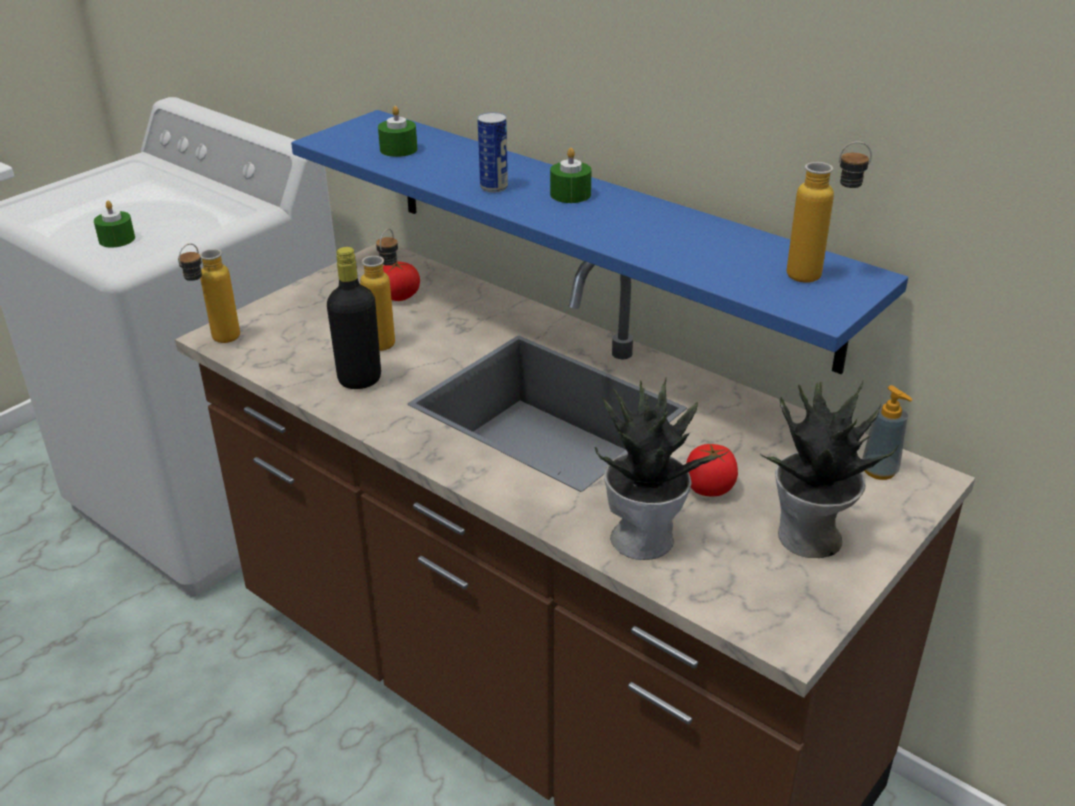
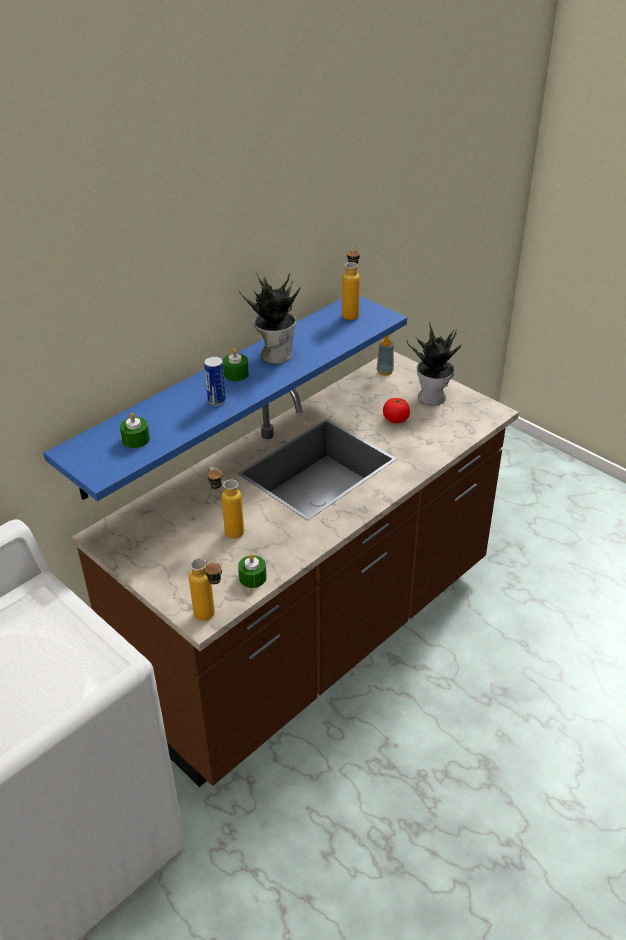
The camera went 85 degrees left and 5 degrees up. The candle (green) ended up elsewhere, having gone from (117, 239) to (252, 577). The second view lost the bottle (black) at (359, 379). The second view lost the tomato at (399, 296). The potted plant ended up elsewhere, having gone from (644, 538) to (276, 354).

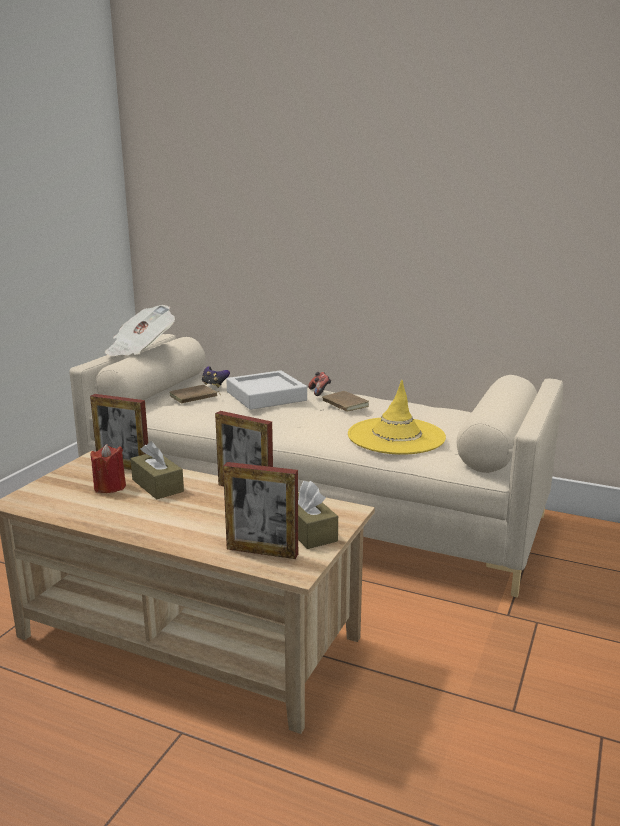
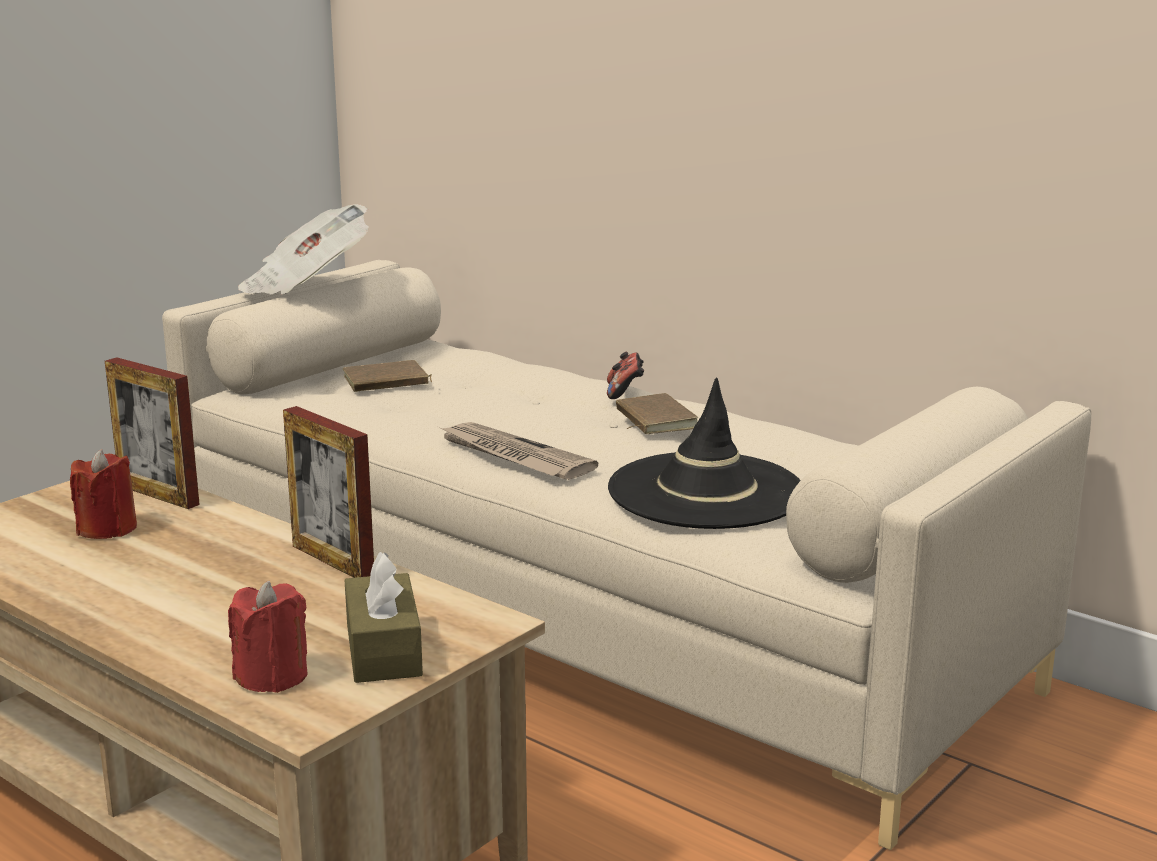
The camera went 15 degrees right and 0 degrees up. The second view lost the game controller at (214, 385). The second view lost the tray (grey) at (266, 396). What was the hat (yellow) at (396, 436) turned into the hat (black) at (706, 491). The second view lost the tissue box (brown) at (157, 485). Where the picture frame stood at (262, 551), the candle (red) came to stand at (272, 676). The second view gained the newspaper at (513, 456).

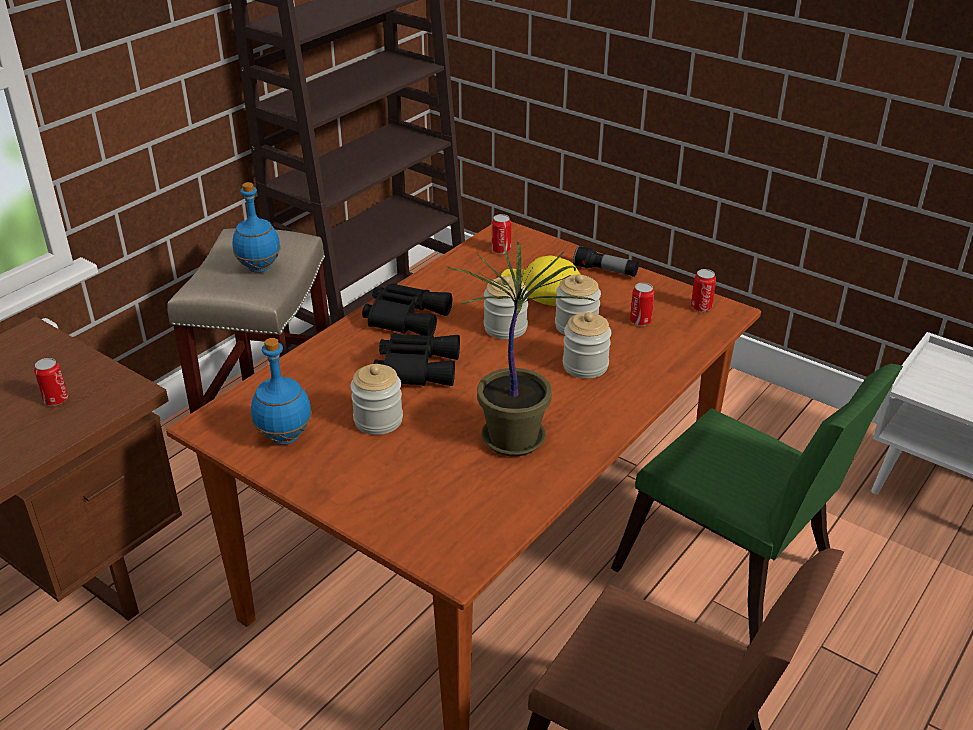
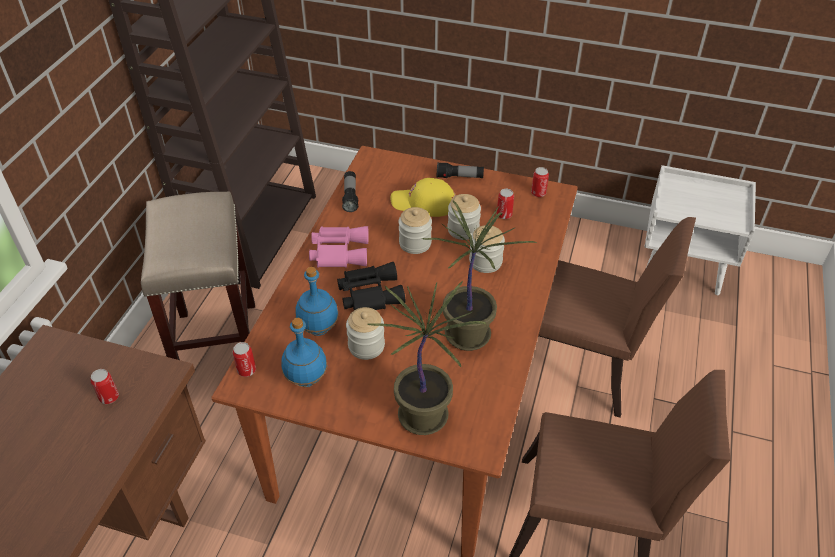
The camera went 20 degrees left and 10 degrees up. The bottle (blue) ended up elsewhere, having gone from (260, 268) to (319, 328). The can ended up elsewhere, having gone from (501, 250) to (246, 370). What was the binoculars (black) at (406, 316) turned into the binoculars (pink) at (339, 251). What was the chair (green) at (732, 577) turned into the chair (brown) at (583, 366). The second view gained the flashlight at (350, 196). The second view gained the potted plant at (425, 415).

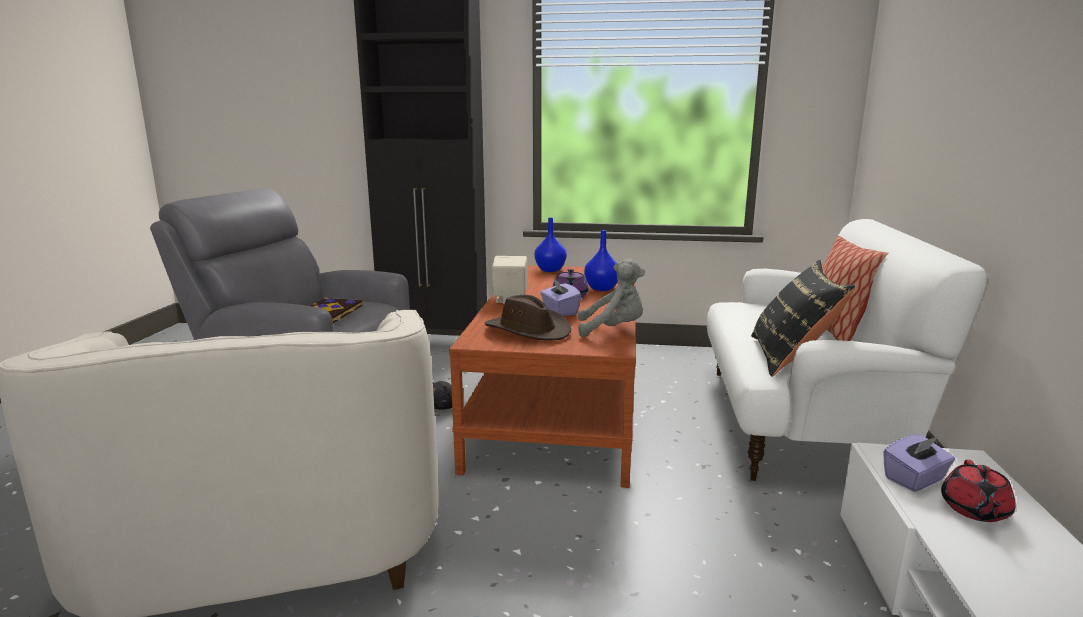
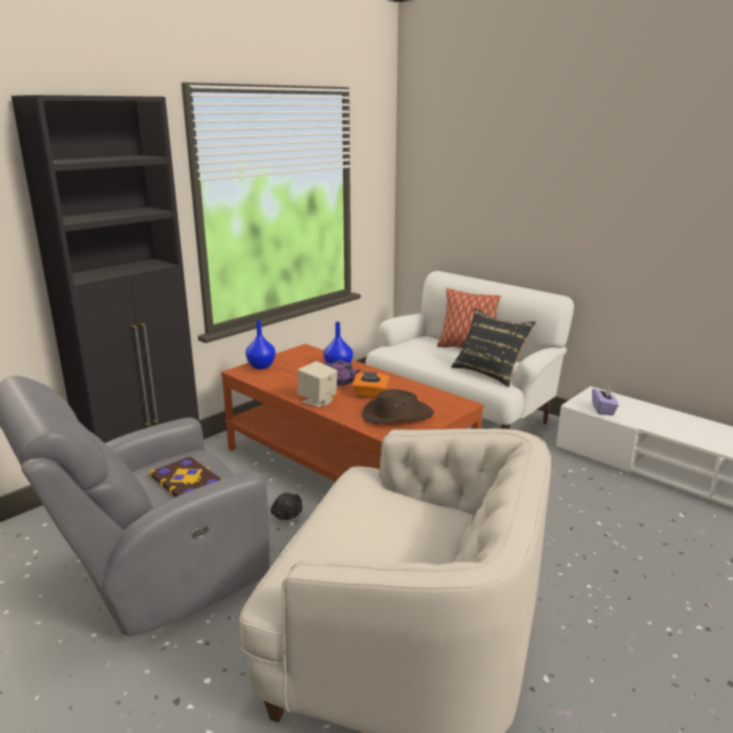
The camera went 55 degrees left and 5 degrees up. The second view lost the plush toy (grey) at (613, 330). What was the tissue box (purple) at (559, 311) turned into the tissue box (orange) at (370, 395). The second view lost the teapot (red) at (974, 510).

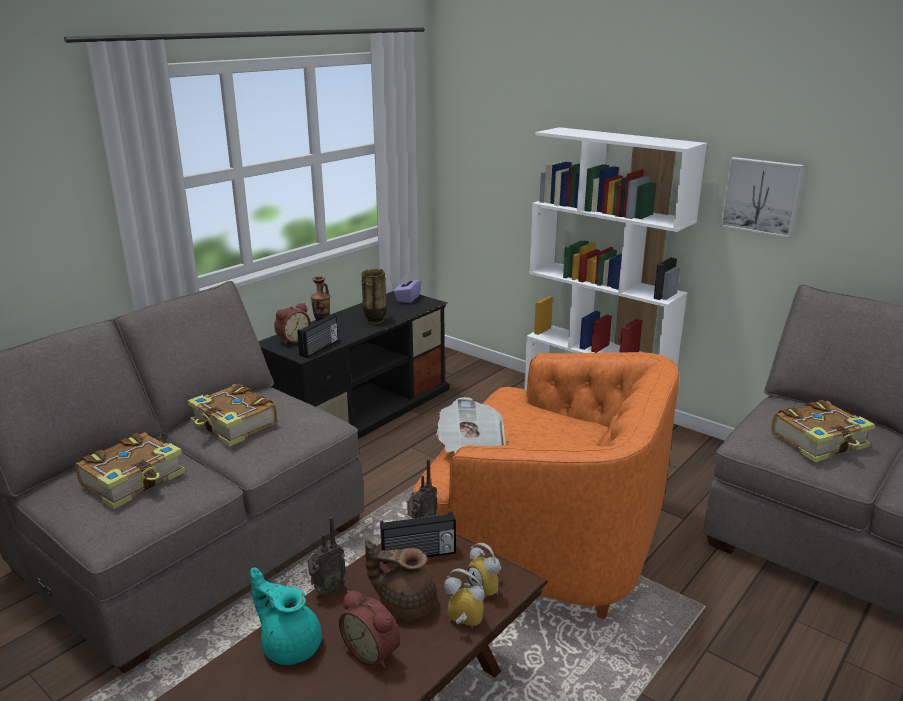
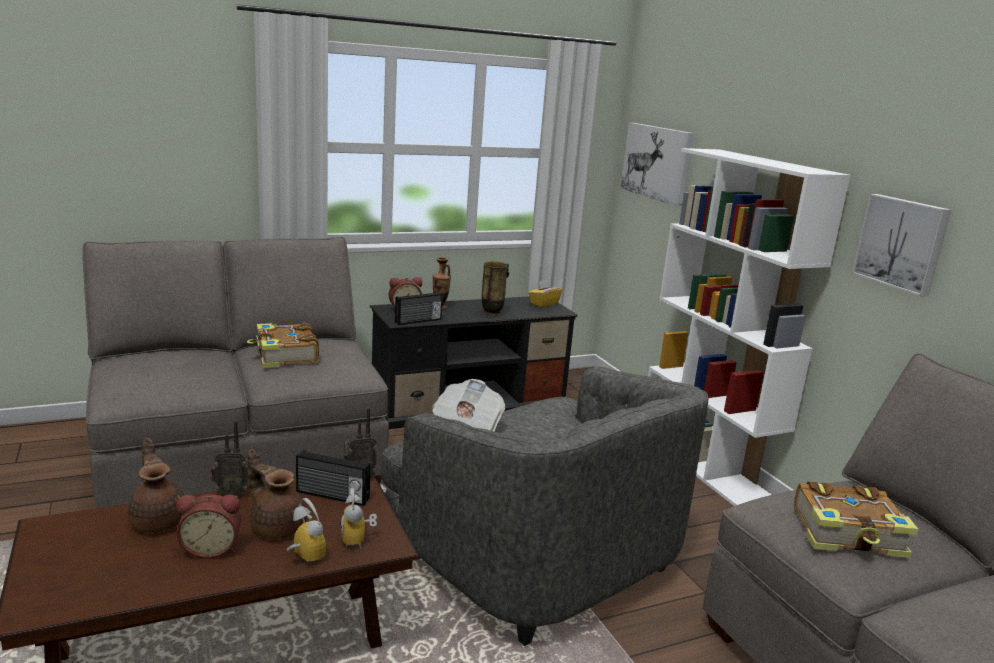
The camera went 25 degrees right and 5 degrees down. What was the tissue box (purple) at (407, 298) turned into the tissue box (yellow) at (543, 304). What was the armchair (orange) at (546, 539) turned into the armchair (grey) at (537, 557). The second view lost the book at (134, 480). What was the teapot (turquoise) at (290, 645) turned into the teapot (brown) at (159, 520). The alarm clock at (373, 651) ended up facing another way, 75 degrees counterclockwise from before. The second view gained the picture at (657, 162).

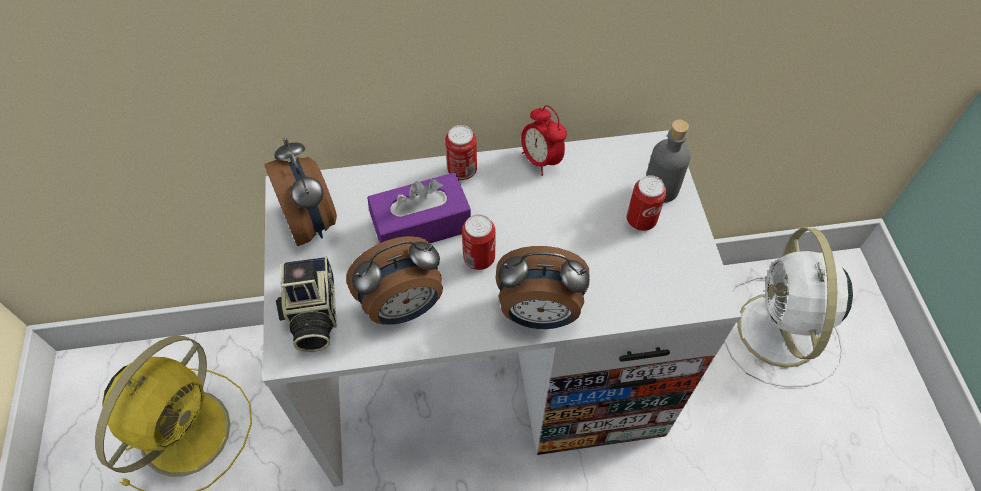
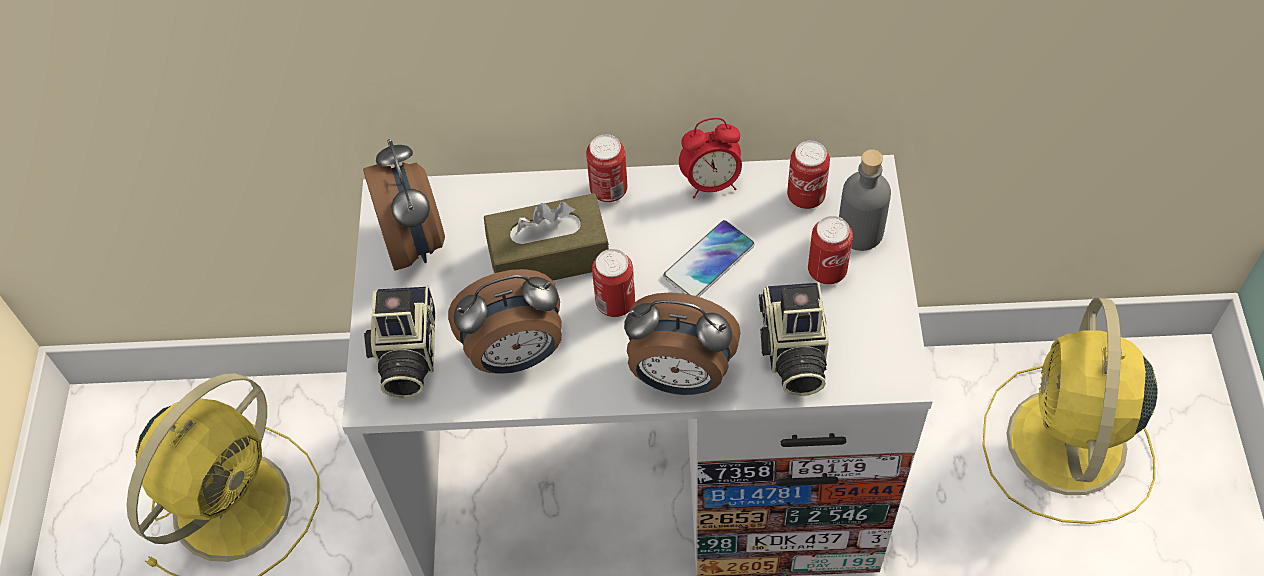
The camera went 10 degrees right and 0 degrees up. The alarm clock at (541, 160) ended up facing another way, 75 degrees counterclockwise from before. What was the tissue box (purple) at (421, 225) turned into the tissue box (brown) at (549, 256). What was the fan (white) at (779, 333) turned into the fan (yellow) at (1066, 447). The second view gained the can at (806, 196). The second view gained the phone at (709, 261). The second view gained the photo camera at (792, 352).

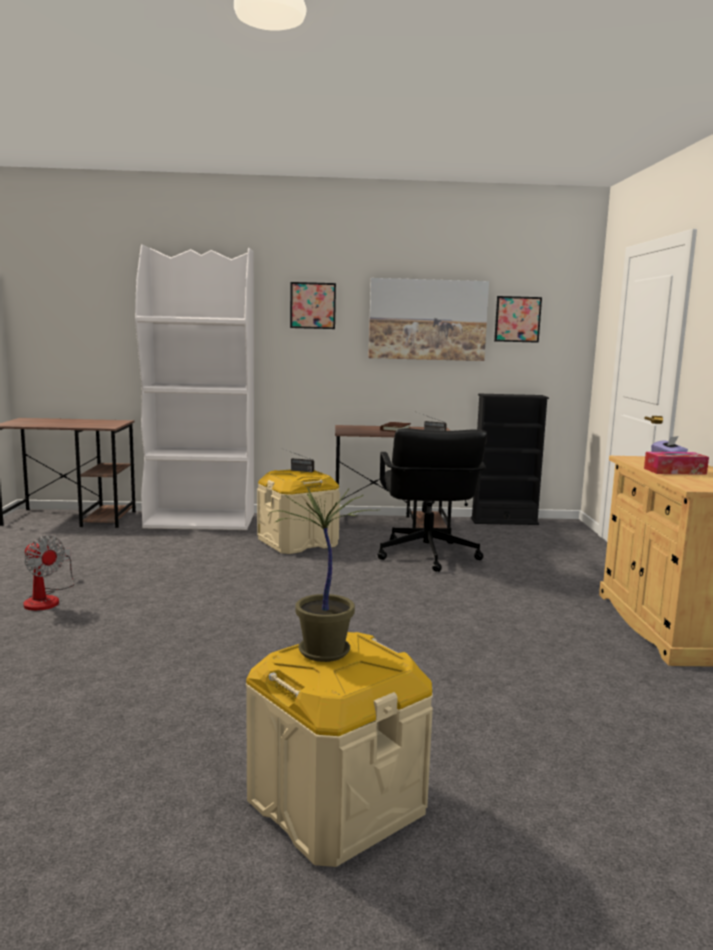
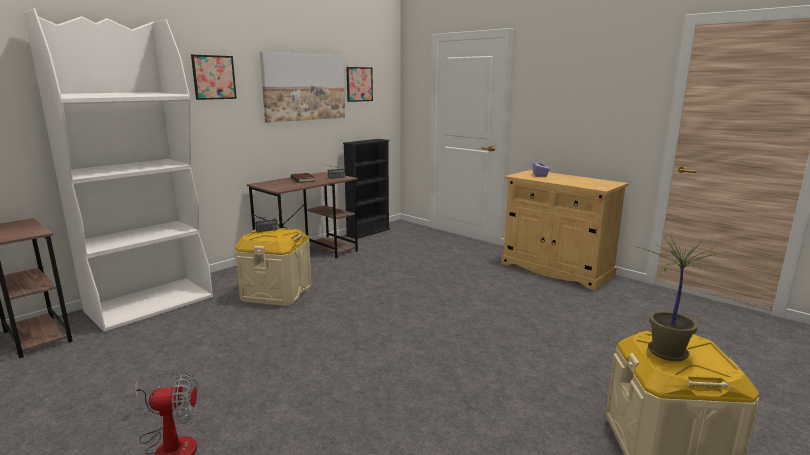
The camera went 45 degrees left and 5 degrees up. The second view lost the office chair (black) at (426, 555). The second view lost the tissue box at (674, 471).

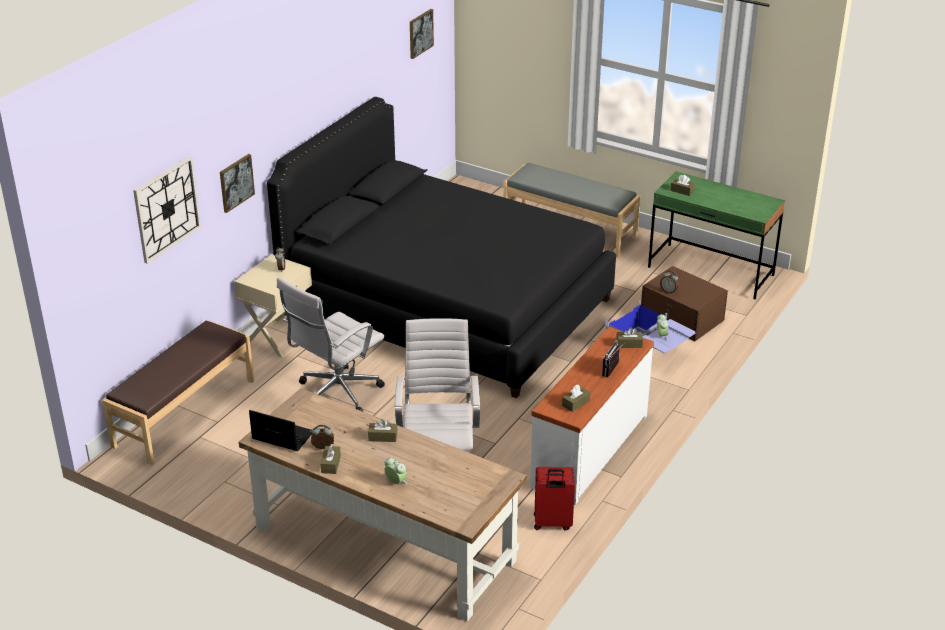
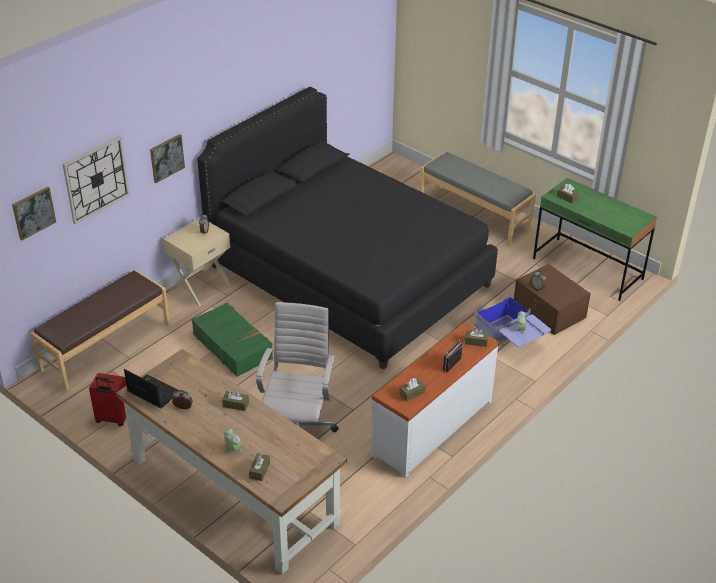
The camera went 10 degrees right and 5 degrees up. The picture ended up elsewhere, having gone from (420, 33) to (33, 212). Where the office chair (white) stood at (335, 395), the suitcase (green) came to stand at (233, 346). The tissue box (brown) ended up elsewhere, having gone from (331, 464) to (259, 470). The suitcase (red) ended up elsewhere, having gone from (552, 523) to (113, 418).

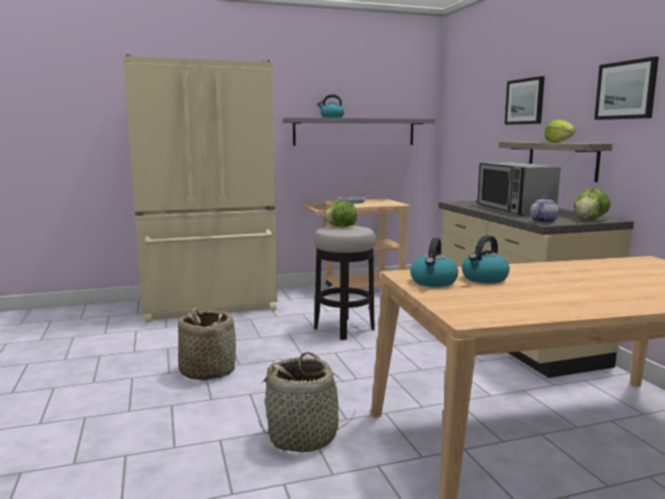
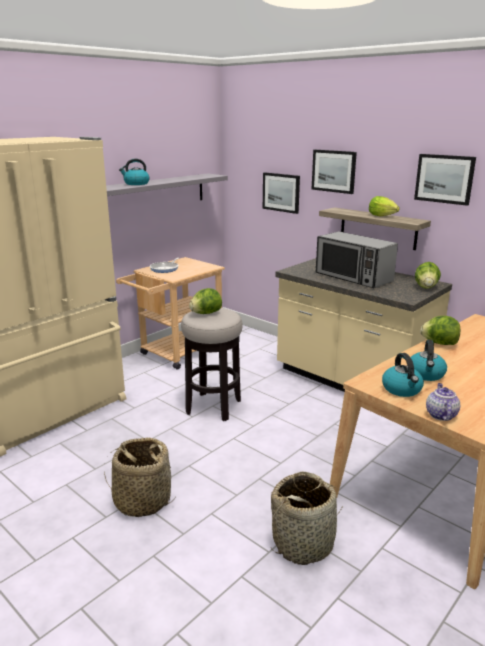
The camera went 30 degrees left and 10 degrees up. The teapot ended up elsewhere, having gone from (543, 221) to (440, 415). The second view gained the picture at (281, 192). The second view gained the lettuce at (439, 343).

